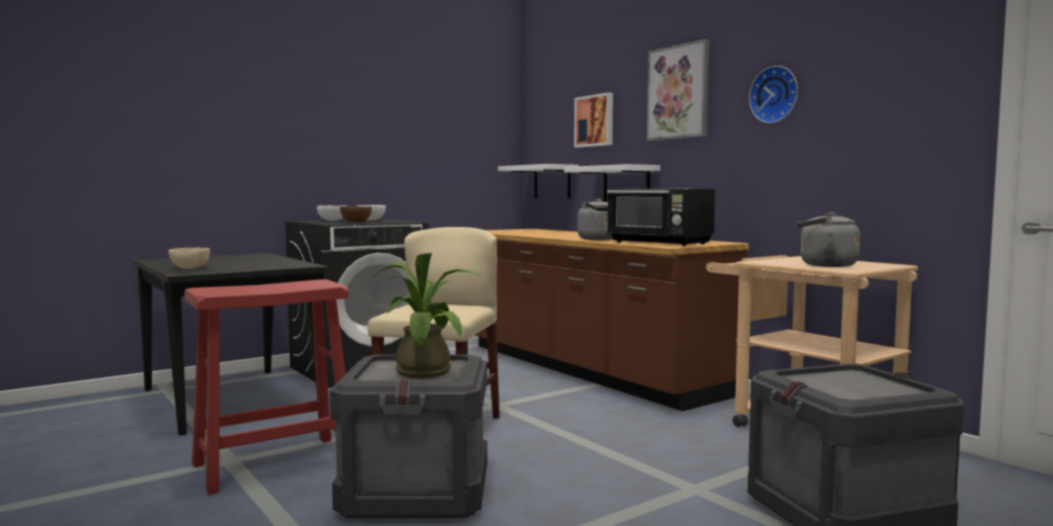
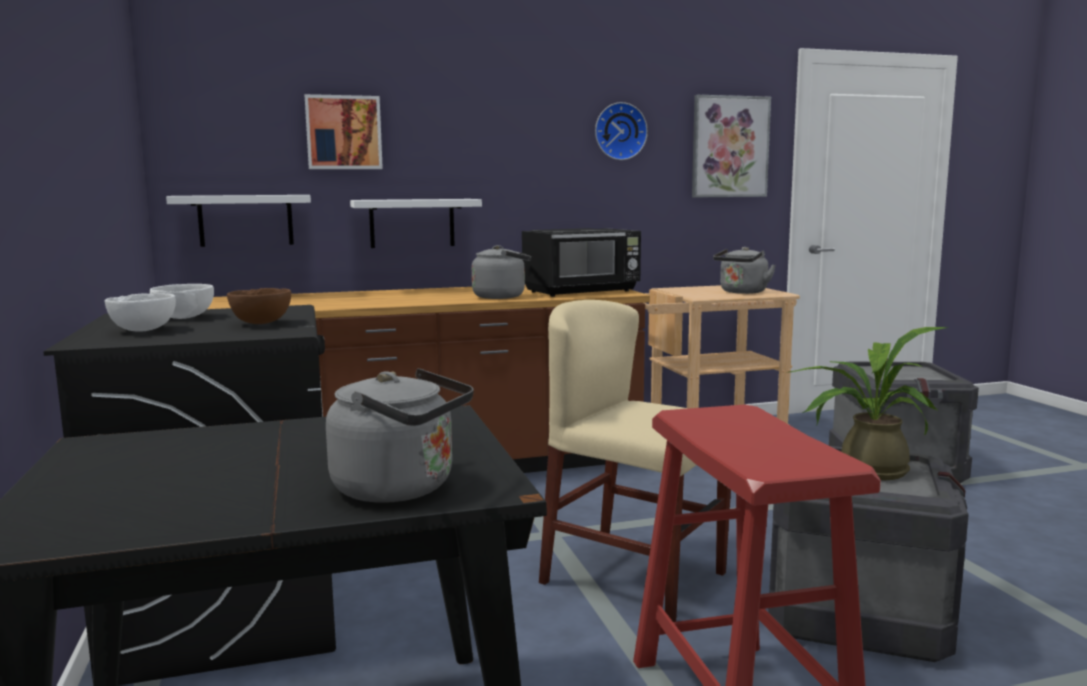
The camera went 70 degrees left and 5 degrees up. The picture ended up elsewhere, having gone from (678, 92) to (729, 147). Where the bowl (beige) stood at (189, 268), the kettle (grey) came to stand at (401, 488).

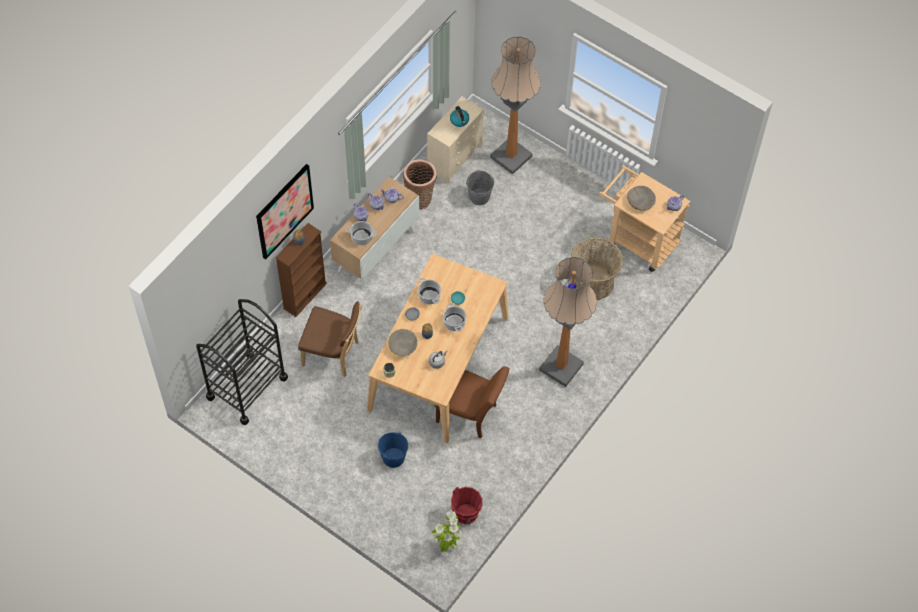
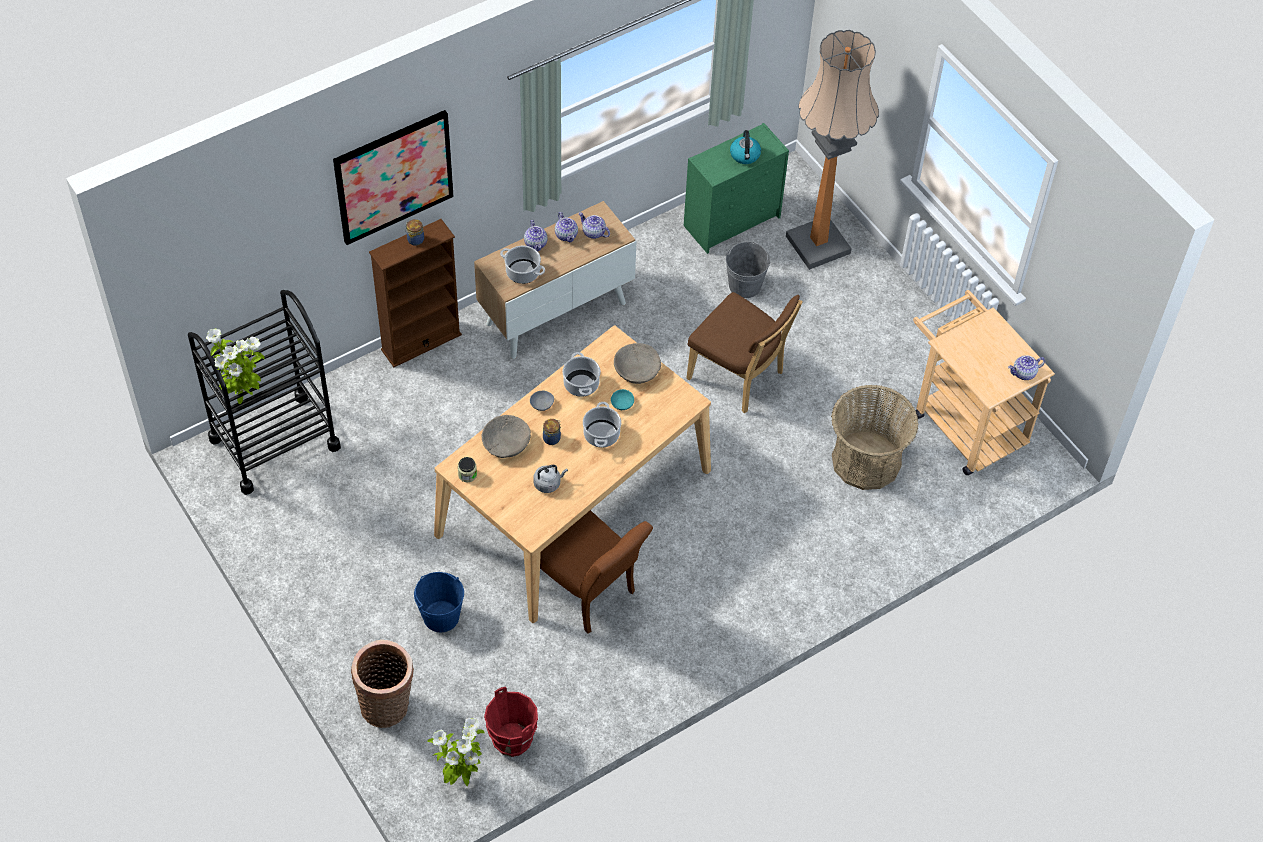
The camera went 20 degrees right and 5 degrees down. What was the dresser (beige) at (455, 158) turned into the dresser (green) at (733, 221). The basket ended up elsewhere, having gone from (420, 198) to (387, 706). The bowl (beige) ended up elsewhere, having gone from (640, 202) to (637, 370). The second view lost the floor lamp at (561, 367). The chair (brown) ended up elsewhere, having gone from (333, 354) to (739, 378). The second view gained the potted plant at (242, 396).

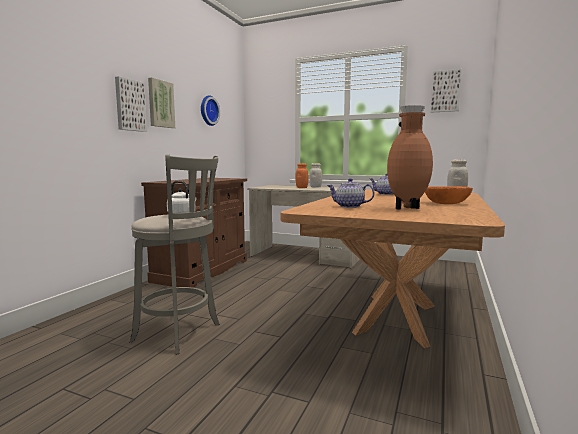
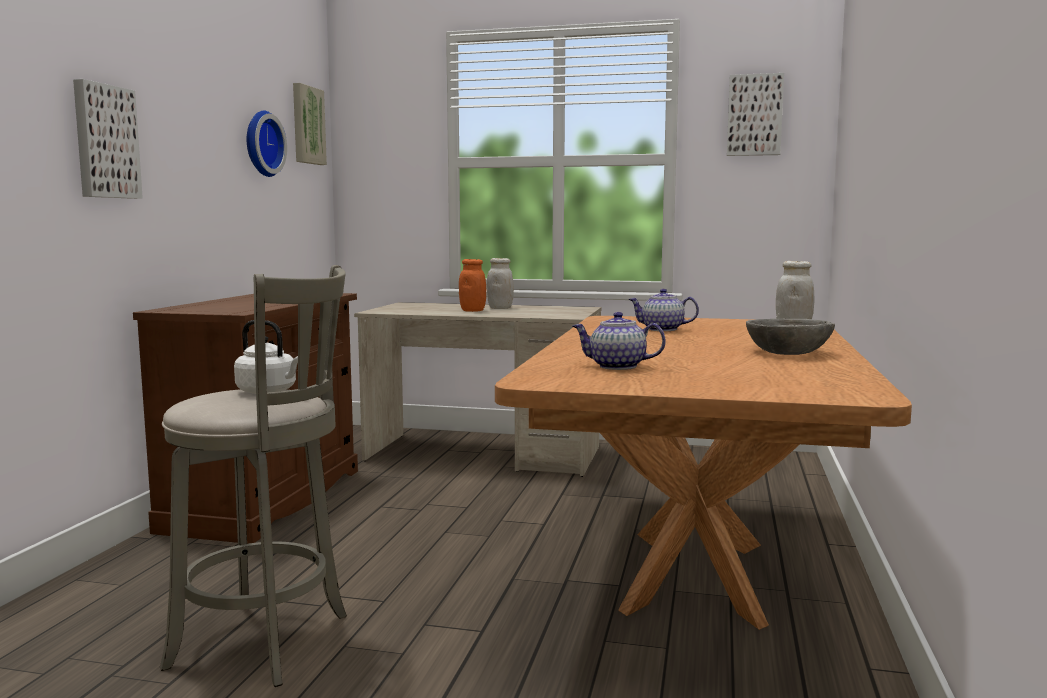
The camera went 10 degrees left and 0 degrees up. The picture ended up elsewhere, having gone from (160, 104) to (307, 125). The second view lost the vase (brown) at (407, 209). What was the bowl (orange) at (446, 203) turned into the bowl (grey) at (787, 352).

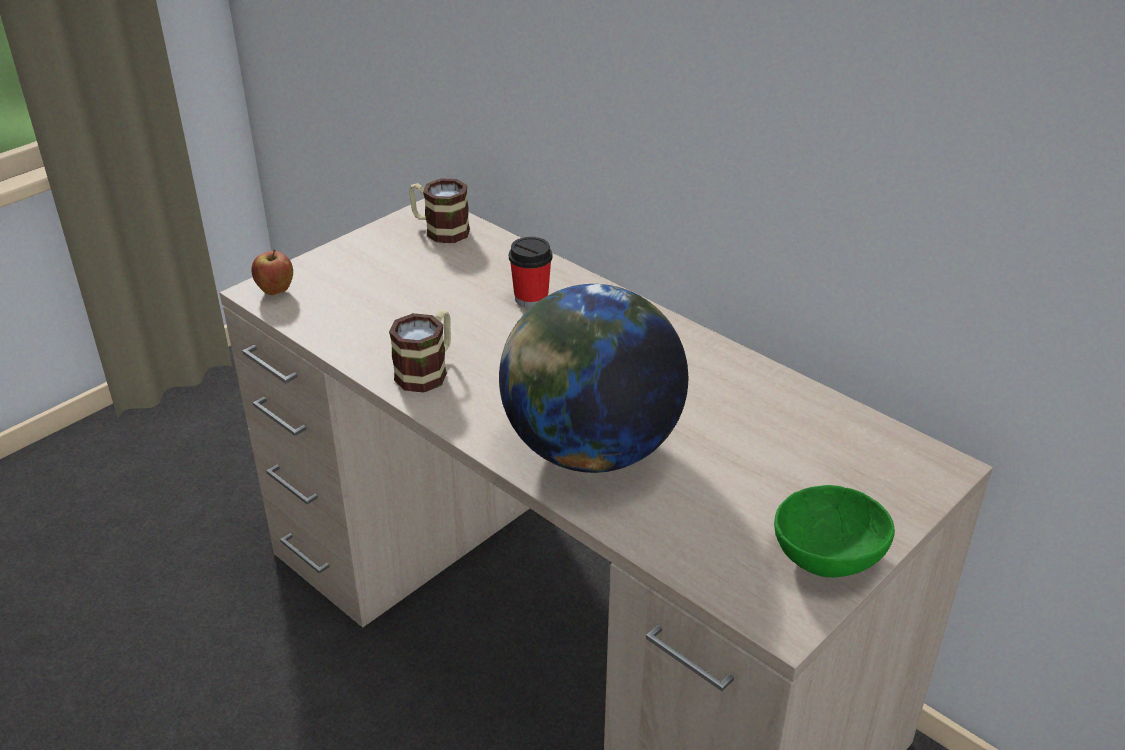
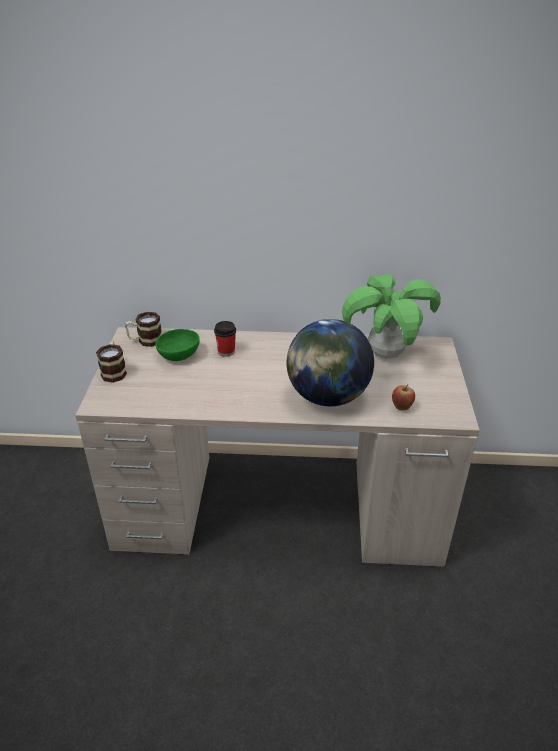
The camera went 40 degrees left and 0 degrees up. The apple ended up elsewhere, having gone from (276, 291) to (401, 407). The mug ended up elsewhere, having gone from (427, 370) to (114, 371). The bowl (green) ended up elsewhere, having gone from (825, 555) to (178, 355). The second view gained the potted plant at (385, 354).

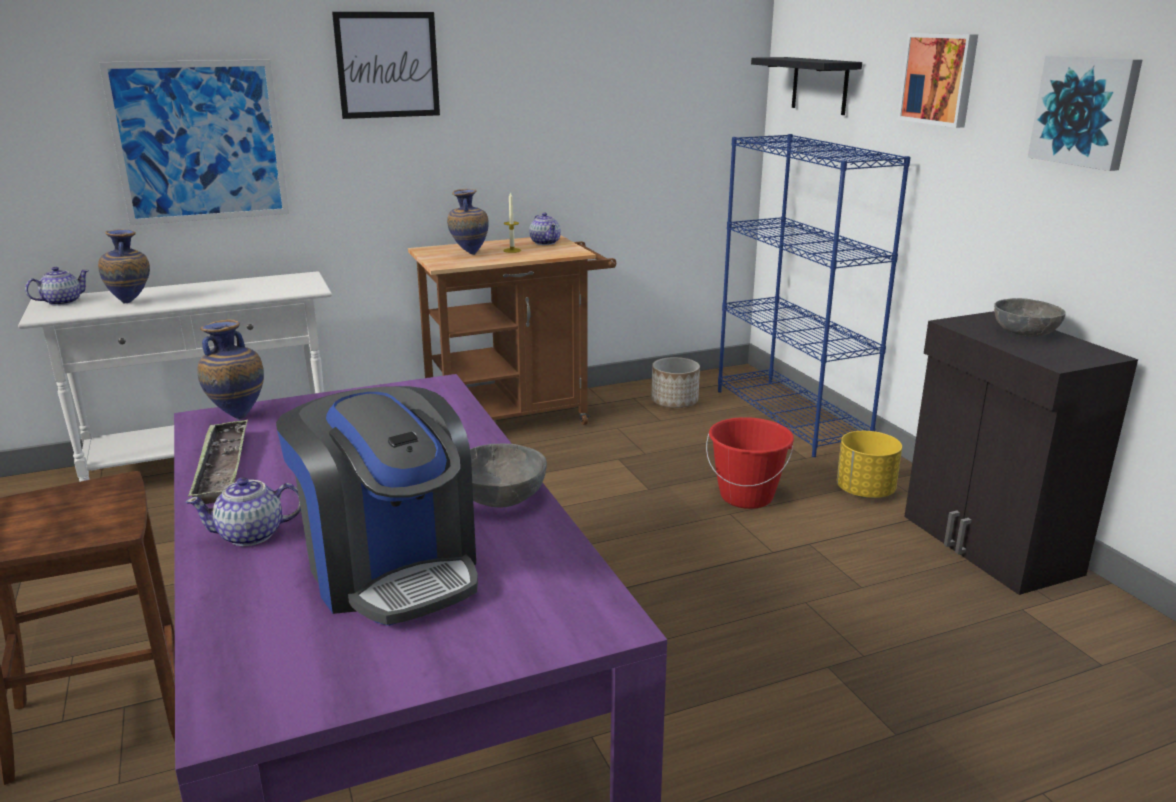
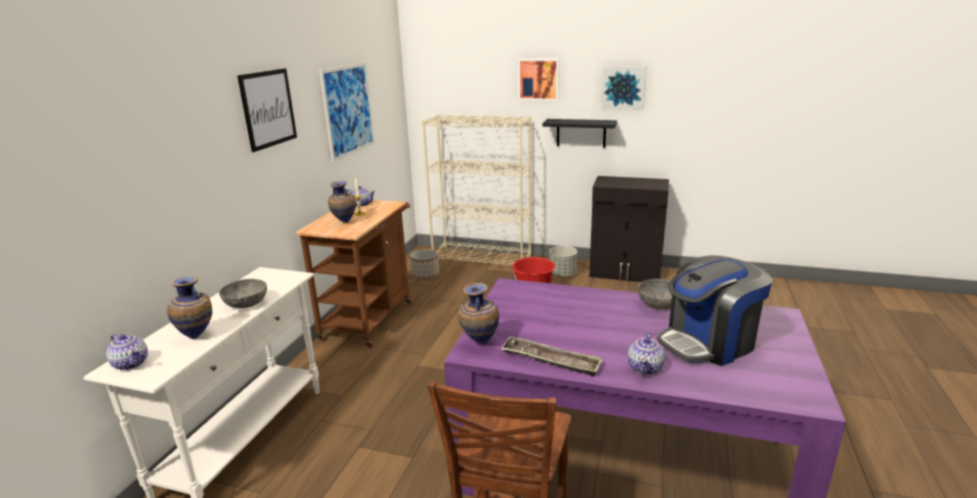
The camera went 50 degrees left and 0 degrees up. The shelf (black) ended up elsewhere, having gone from (820, 85) to (581, 133). The picture ended up elsewhere, having gone from (199, 142) to (348, 110). What was the bookcase (blue) at (791, 417) turned into the bookcase (beige) at (482, 259). The teapot at (62, 302) ended up facing another way, 135 degrees clockwise from before. The bowl (grey) ended up elsewhere, having gone from (1024, 333) to (246, 304). The coffee machine at (391, 568) ended up facing another way, 150 degrees clockwise from before. What was the planter (yellow) at (864, 492) turned into the planter (grey) at (562, 275).

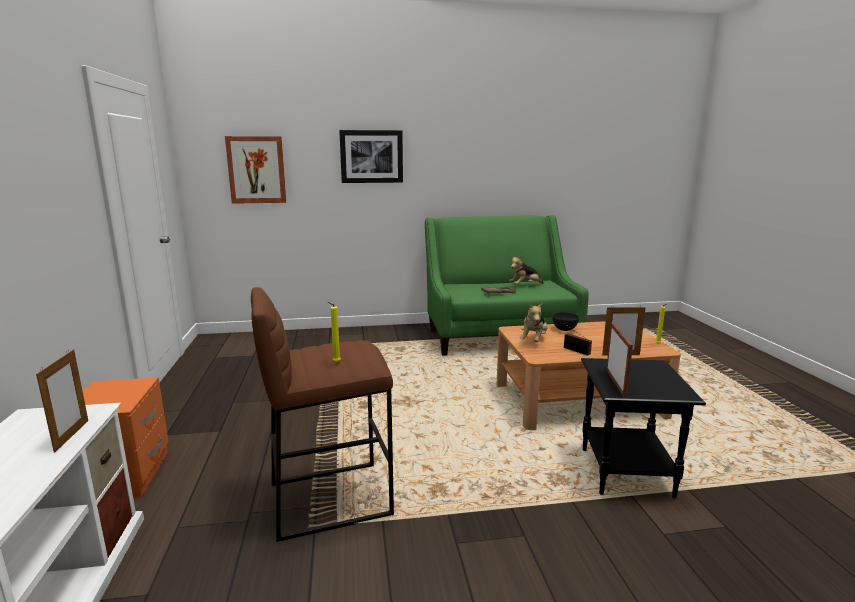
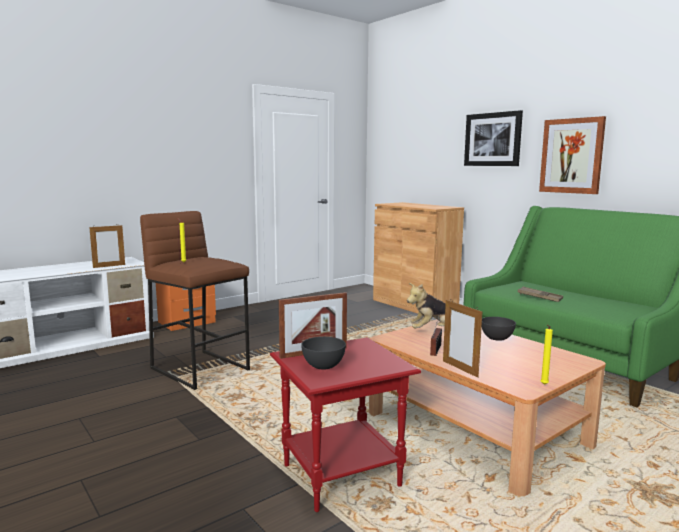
The camera went 60 degrees right and 5 degrees down. The picture ended up elsewhere, having gone from (256, 170) to (571, 156). The second view lost the plush toy at (525, 286). What was the side table (black) at (626, 473) turned into the side table (red) at (340, 476). The second view gained the cabinet (brown) at (414, 305). The second view gained the bowl (grey) at (323, 366).

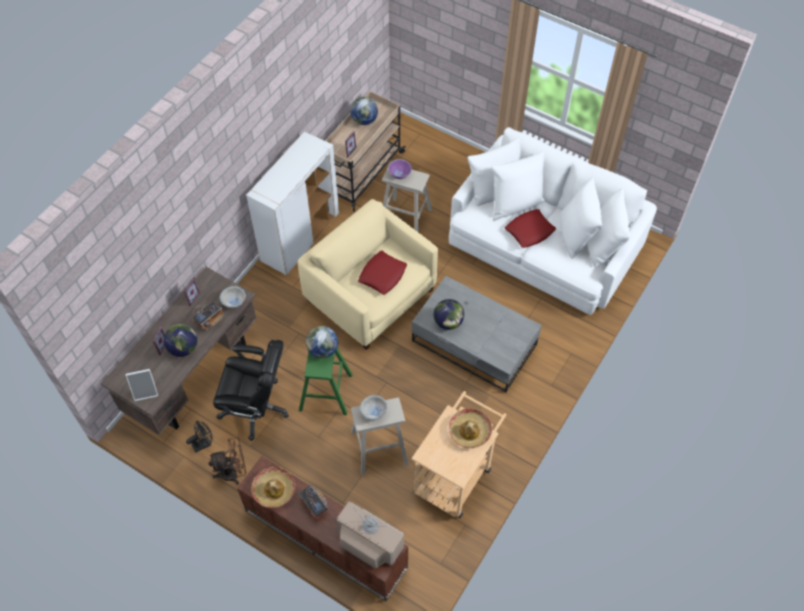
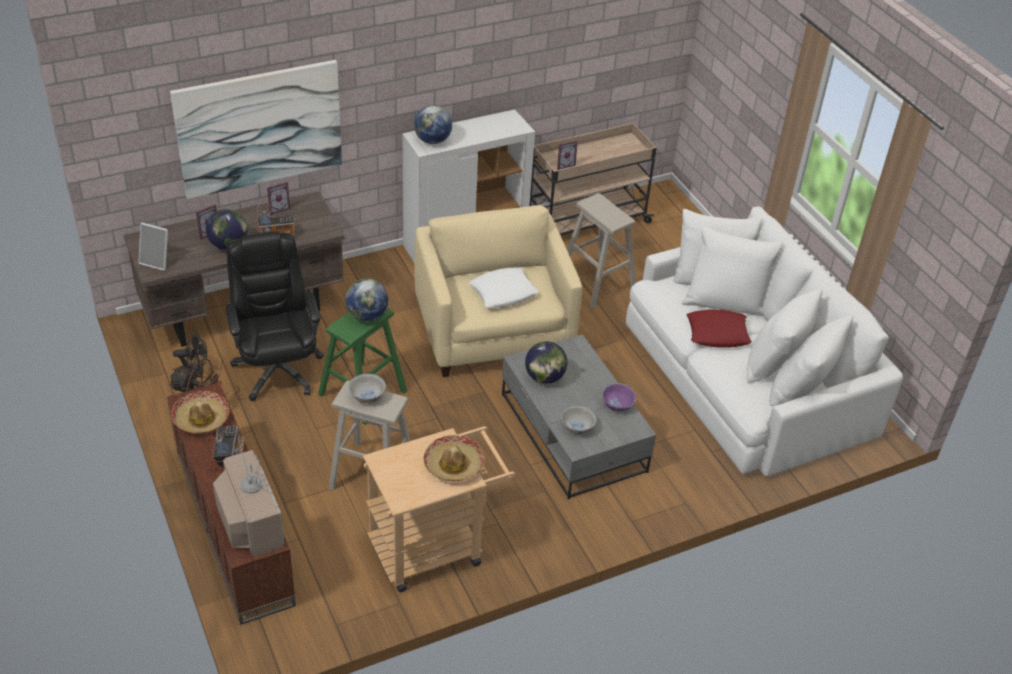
The camera went 30 degrees right and 15 degrees down. The globe ended up elsewhere, having gone from (364, 120) to (432, 140). The bowl (purple) ended up elsewhere, having gone from (399, 174) to (617, 404). What was the pillow (red) at (382, 275) turned into the pillow (white) at (503, 292). The bowl (white) ended up elsewhere, having gone from (234, 302) to (577, 427). The office chair (black) at (256, 407) ended up facing another way, 150 degrees counterclockwise from before. The second view gained the picture at (259, 128).

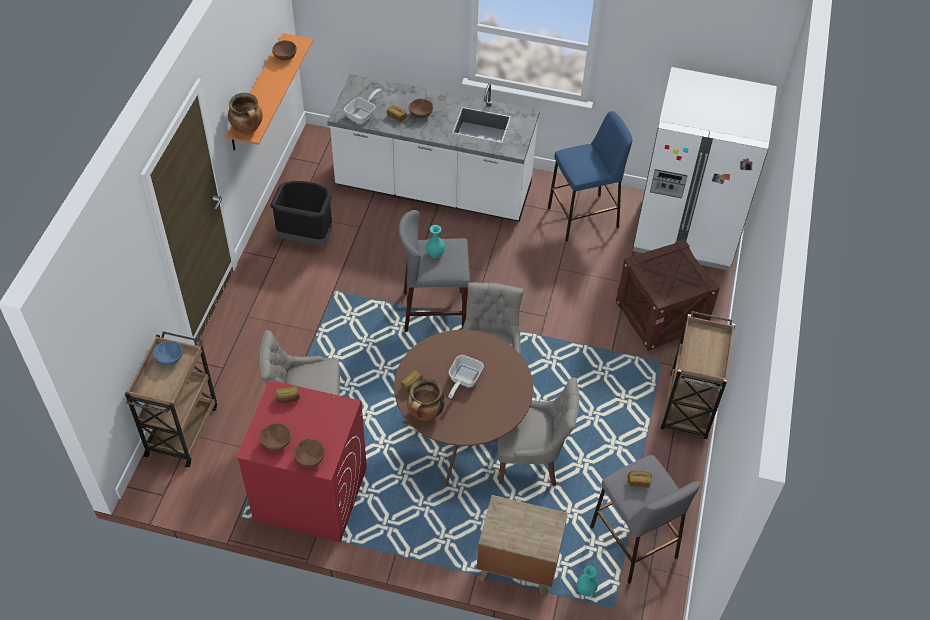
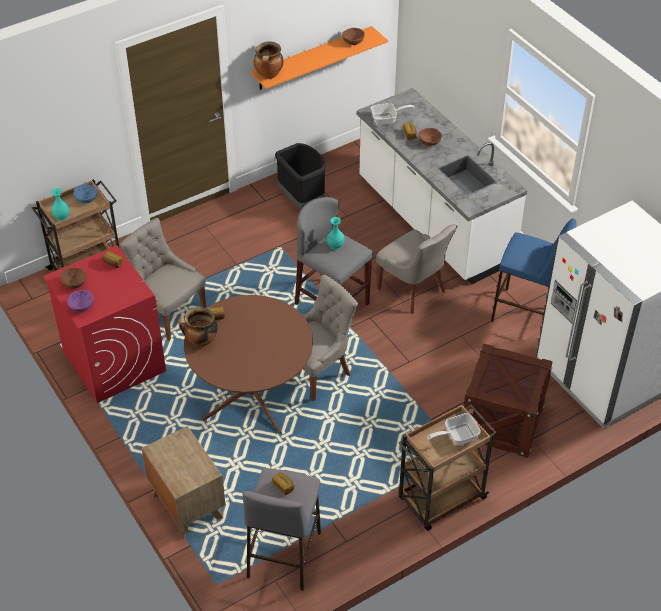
The camera went 45 degrees right and 5 degrees down. The frying pan ended up elsewhere, having gone from (463, 380) to (457, 436). The chair (grey) ended up elsewhere, having gone from (531, 460) to (413, 290). What was the bowl (brown) at (310, 458) turned into the bowl (purple) at (81, 307). The vase (turquoise) ended up elsewhere, having gone from (585, 589) to (61, 217).

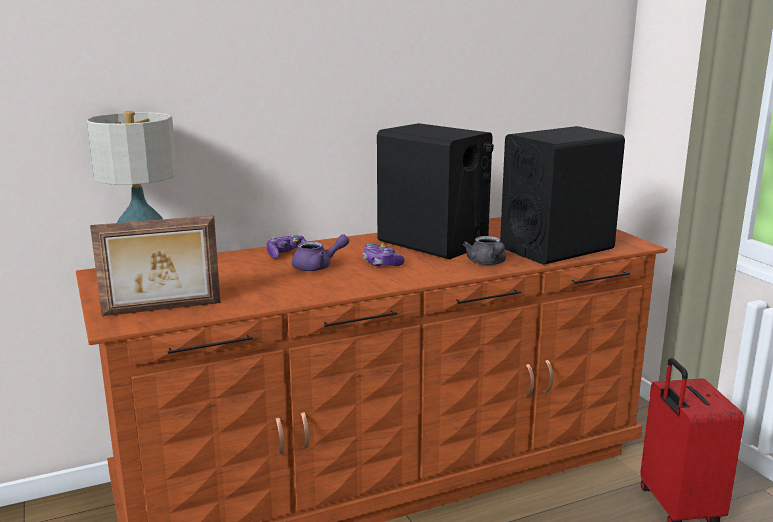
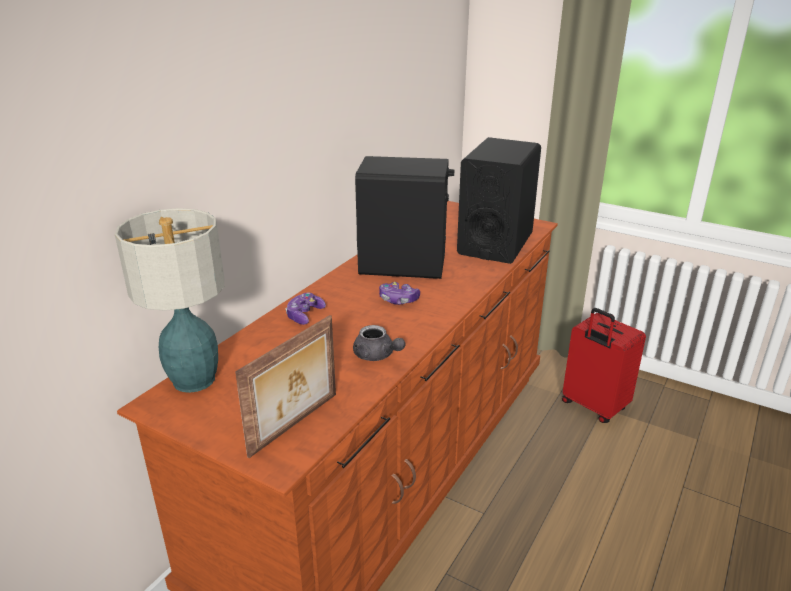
The camera went 35 degrees left and 10 degrees up. The second view lost the teapot (purple) at (318, 267). The teapot (grey) ended up elsewhere, having gone from (487, 263) to (377, 356).

